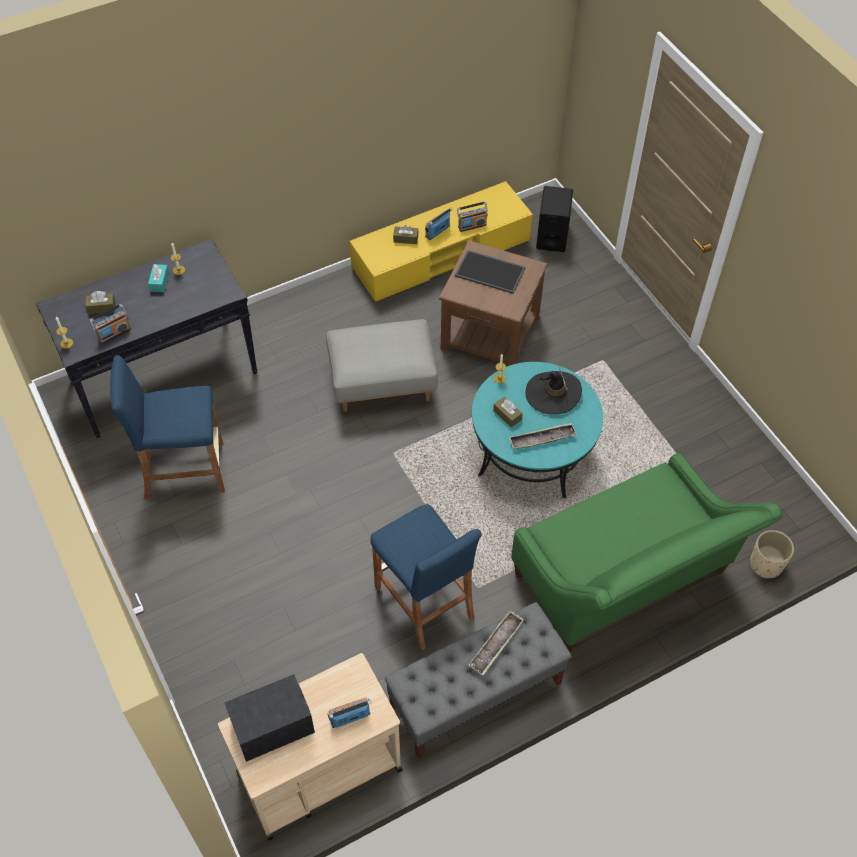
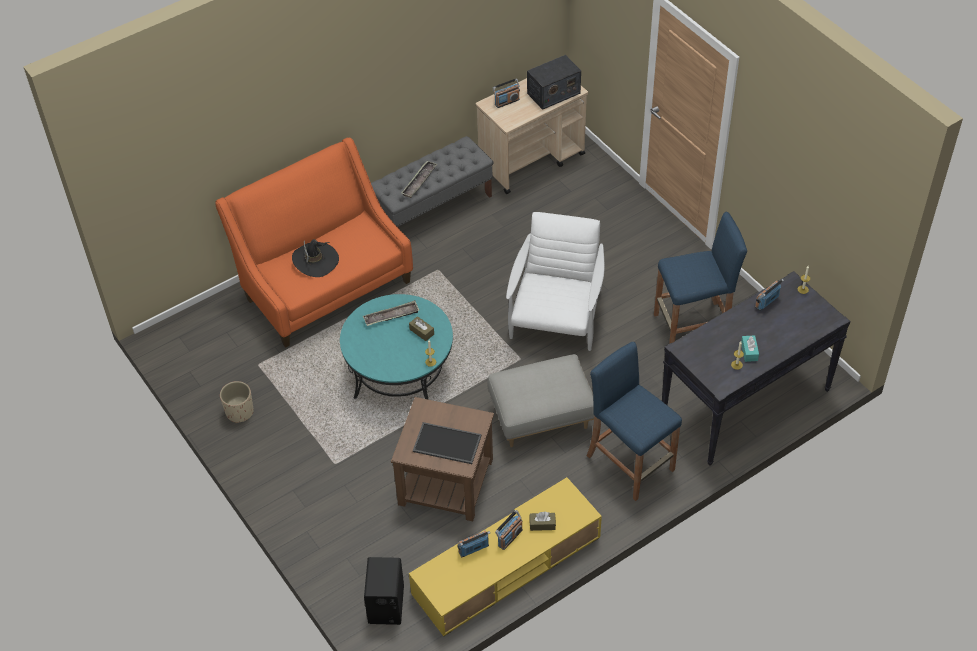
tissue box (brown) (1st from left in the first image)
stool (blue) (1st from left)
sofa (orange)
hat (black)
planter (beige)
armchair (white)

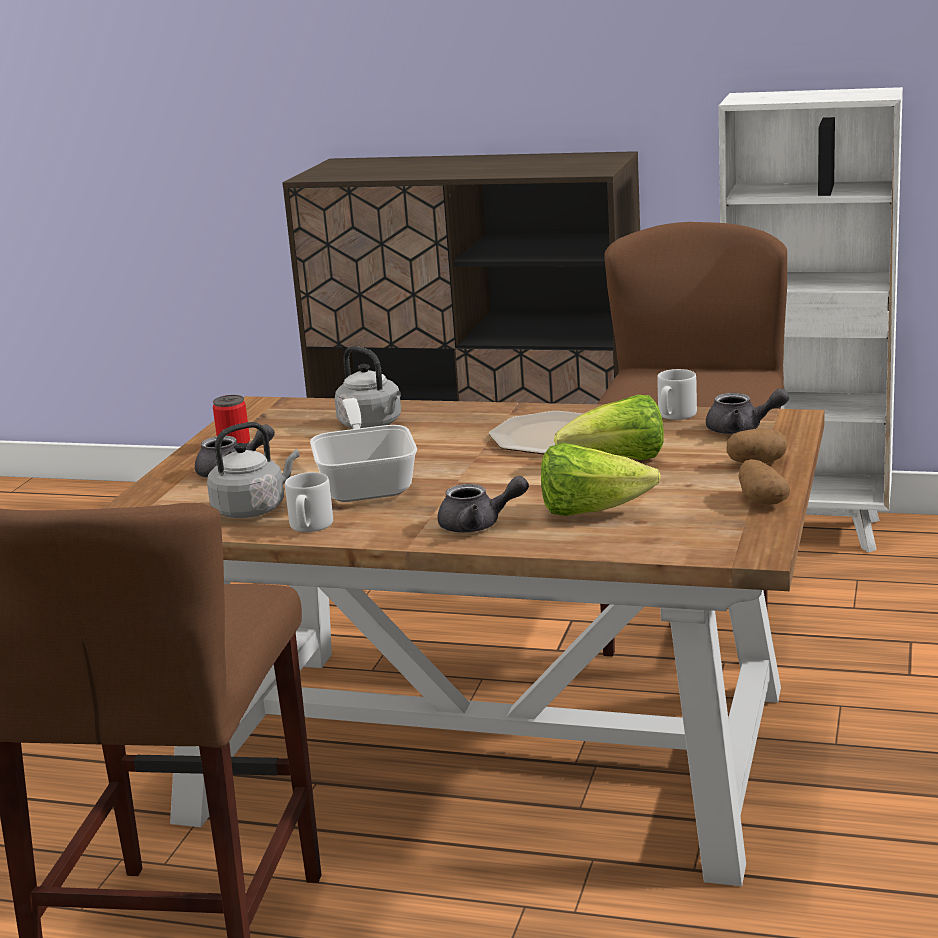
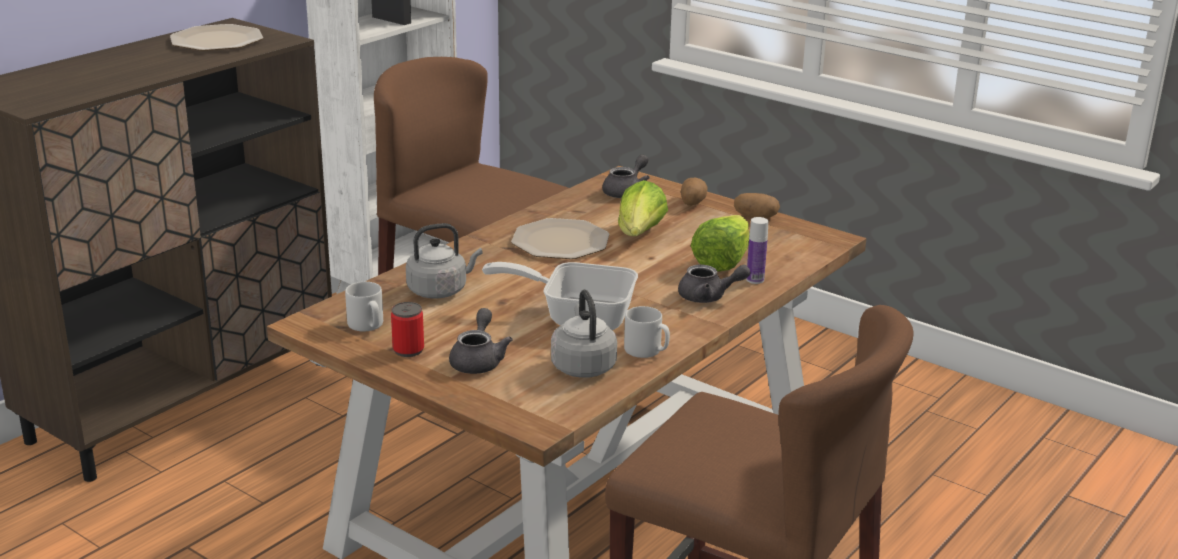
teapot (grey) (3rd from left)
mug (grey) (1st from left)
plate (1st from left)
bottle

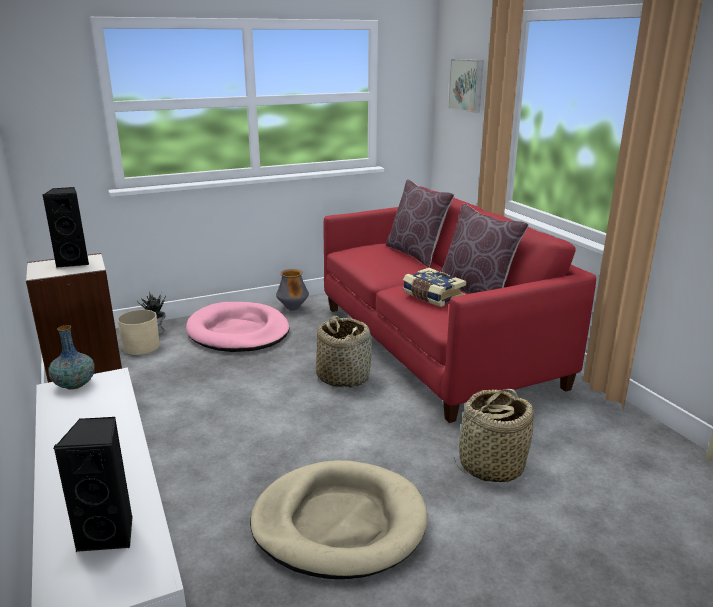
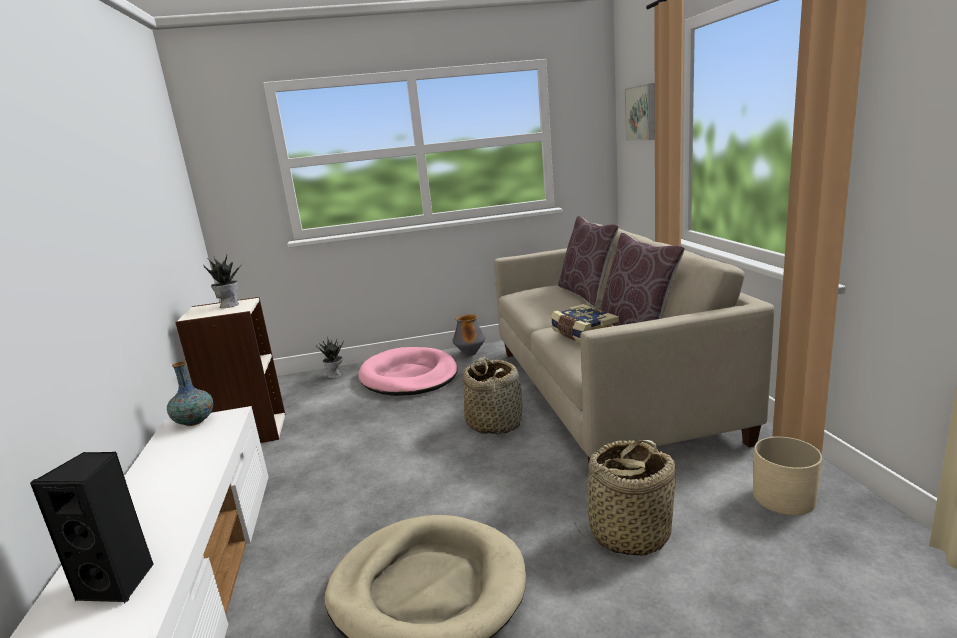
potted plant (1st from left)
planter (beige)
sofa (beige)

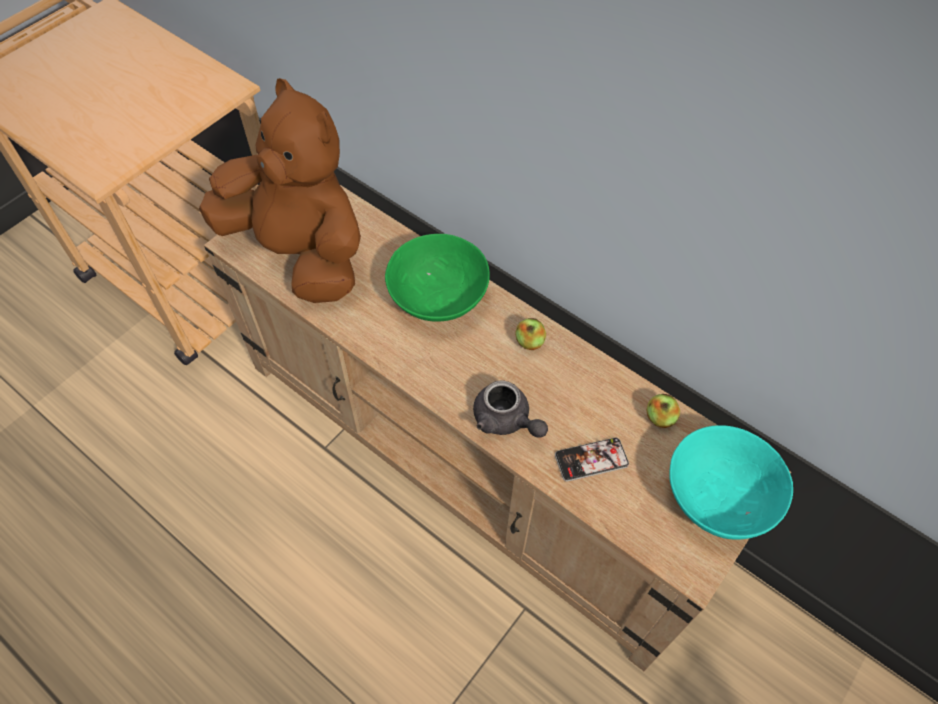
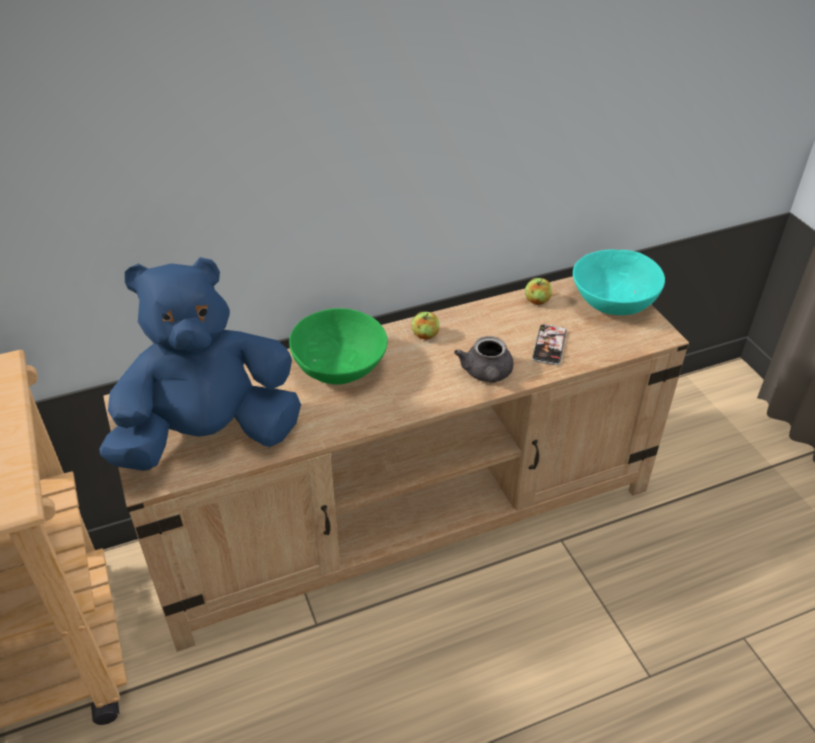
plush toy (blue)
teapot (grey)

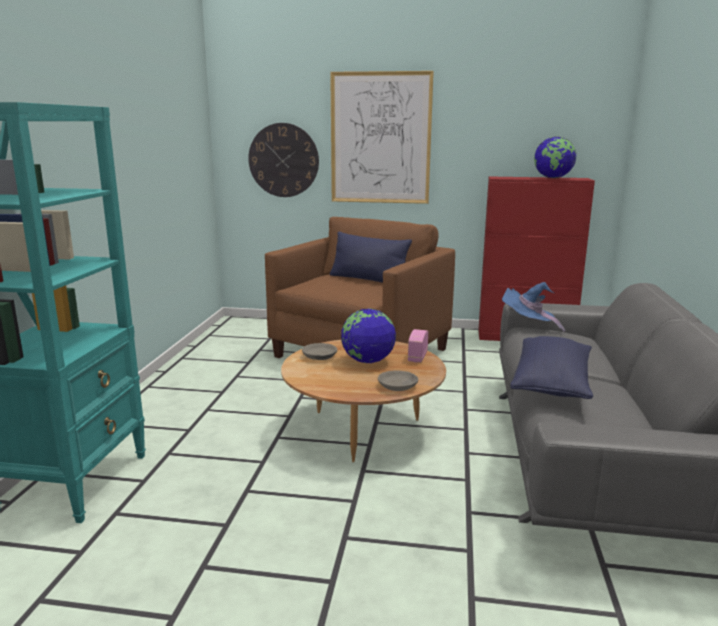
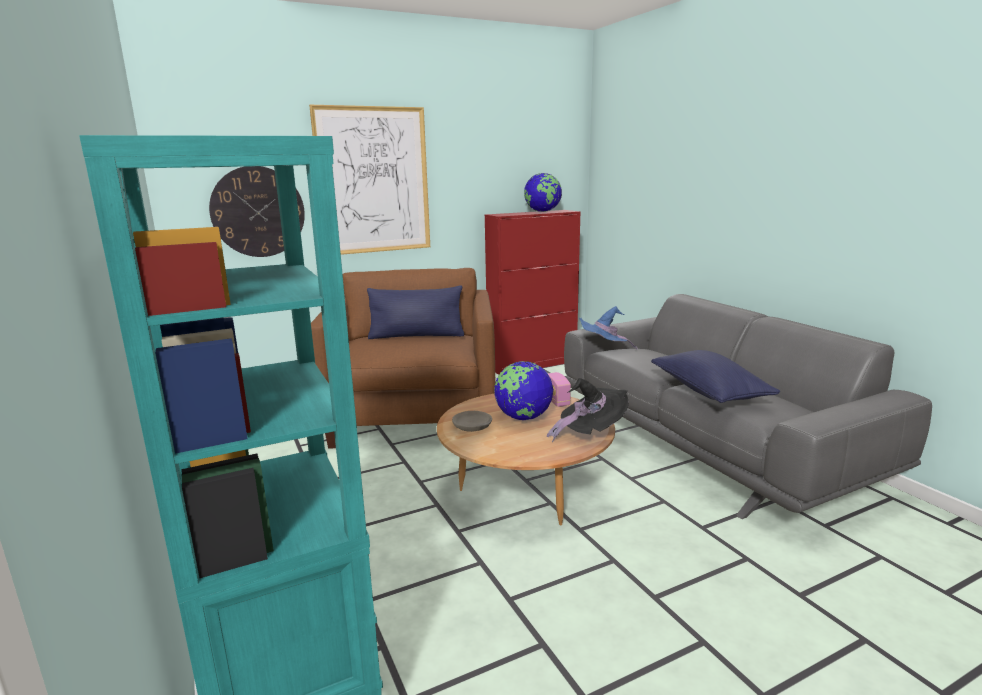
hat (black)

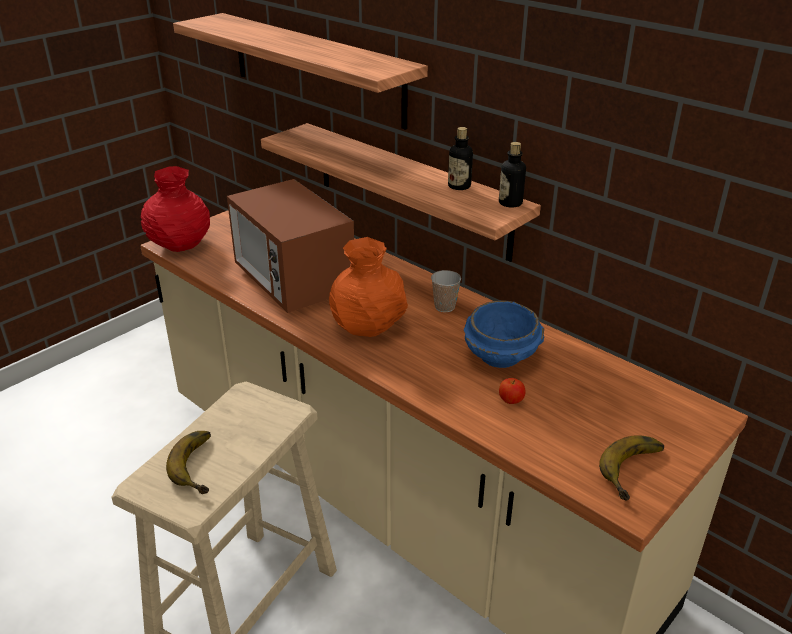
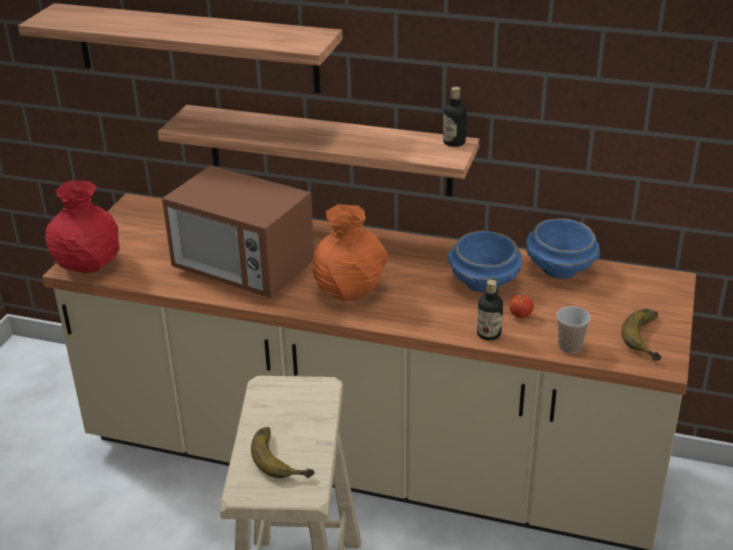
cup
bottle (2nd from left)
bowl (blue) (2nd from left)

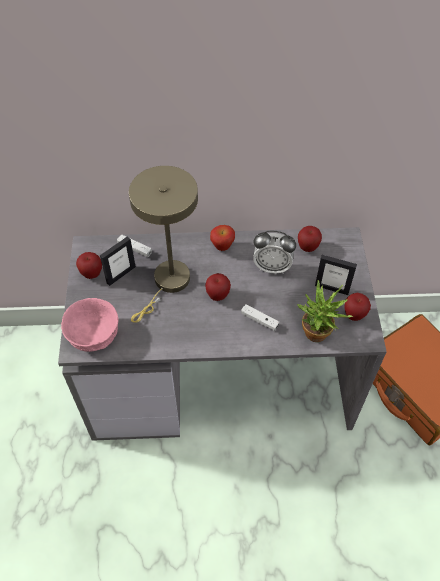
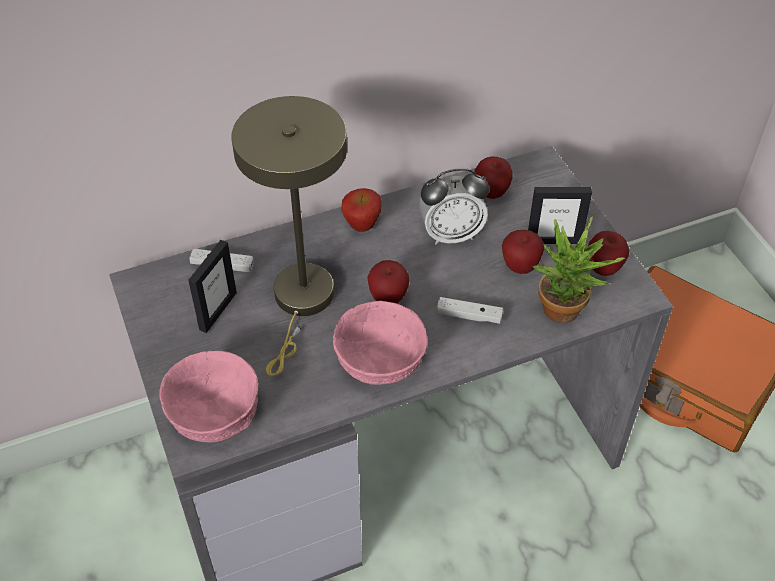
apple (4th from left)
bowl (pink) (2nd from left)

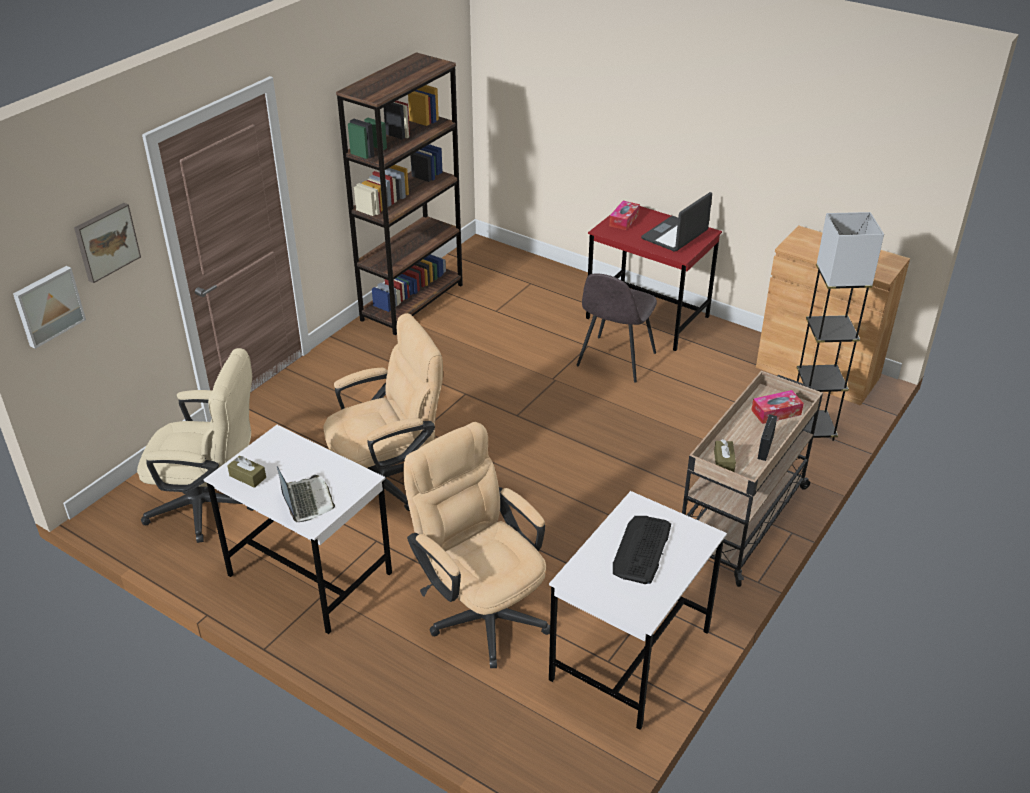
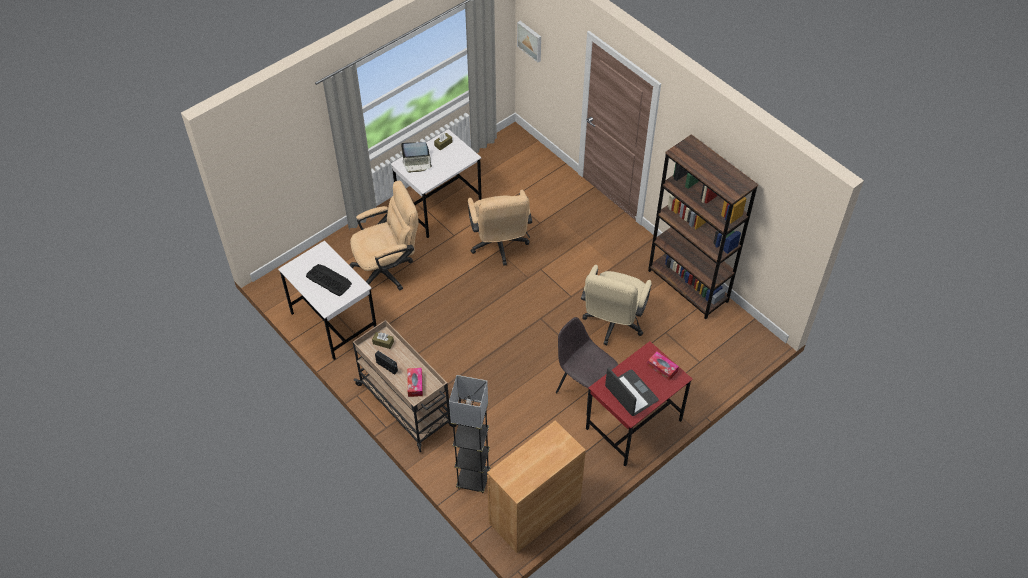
picture (2nd from left in the first image)
office chair (beige) (3rd from left)

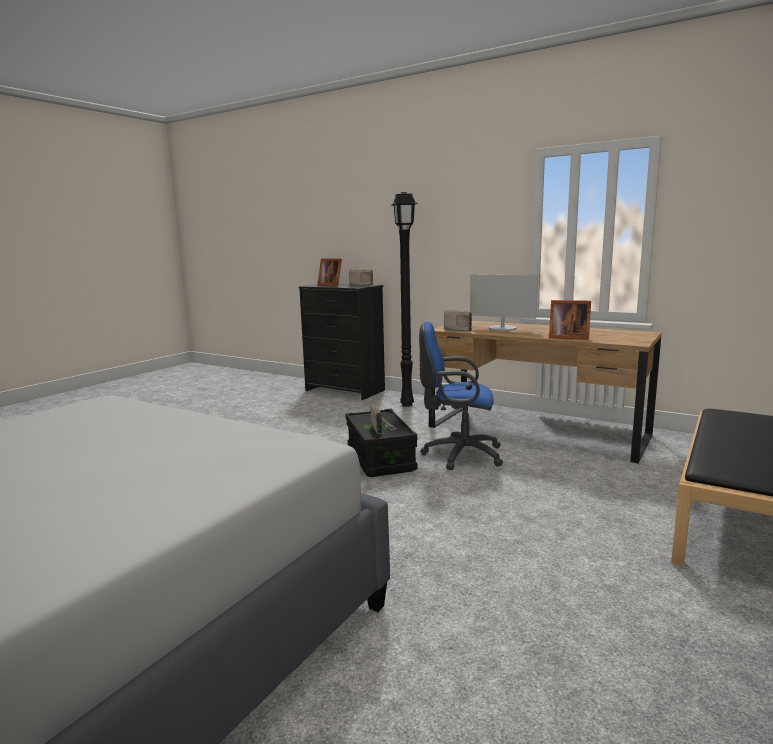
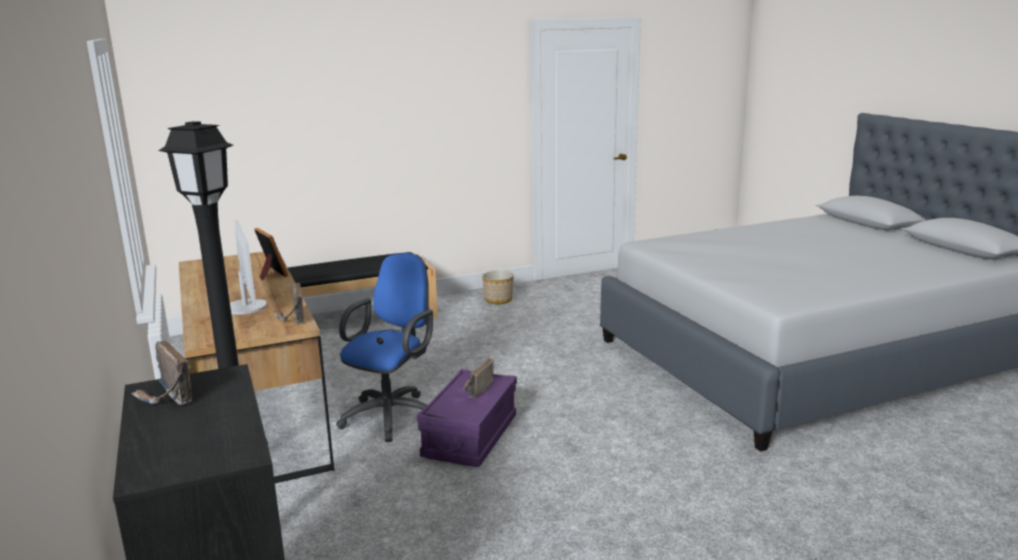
picture frame (1st from left in the first image)
storage box (purple)
office chair (blue)
planter

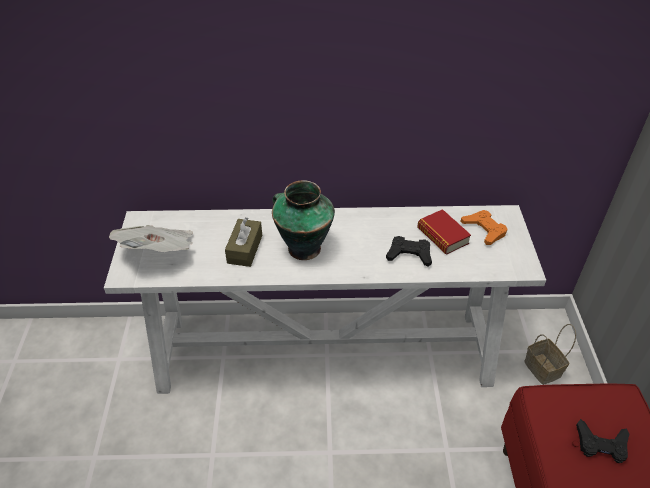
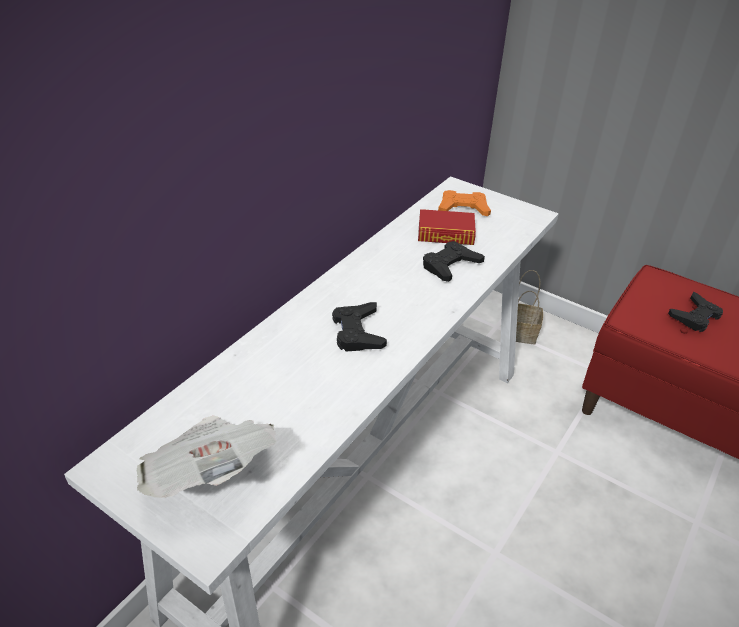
tissue box (brown)
game controller (black) (1st from left)

